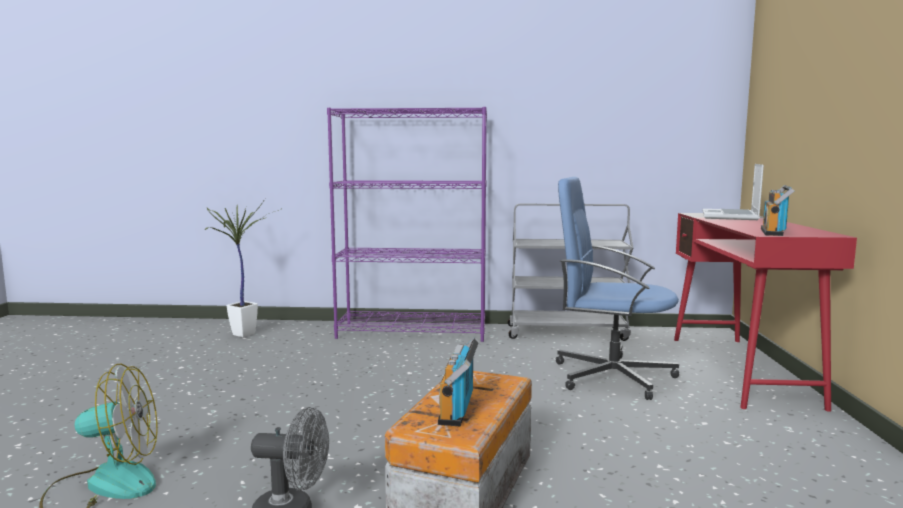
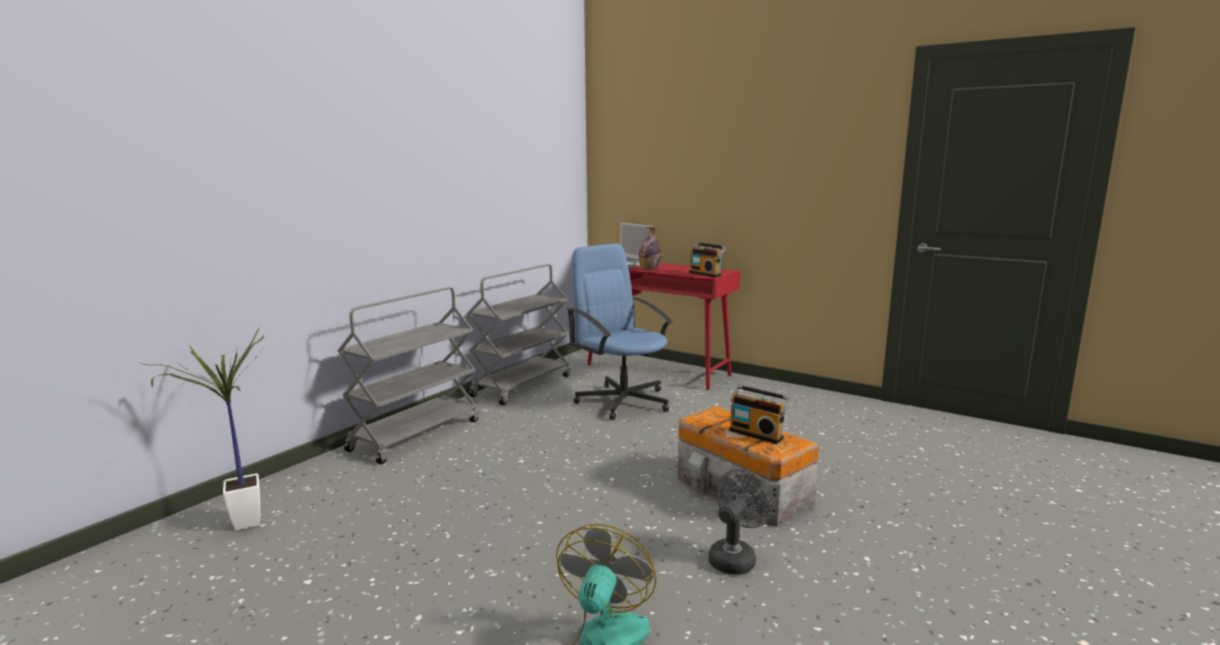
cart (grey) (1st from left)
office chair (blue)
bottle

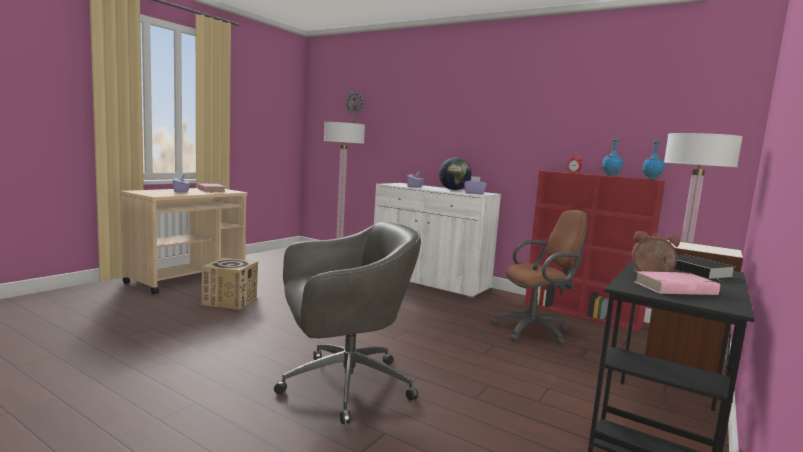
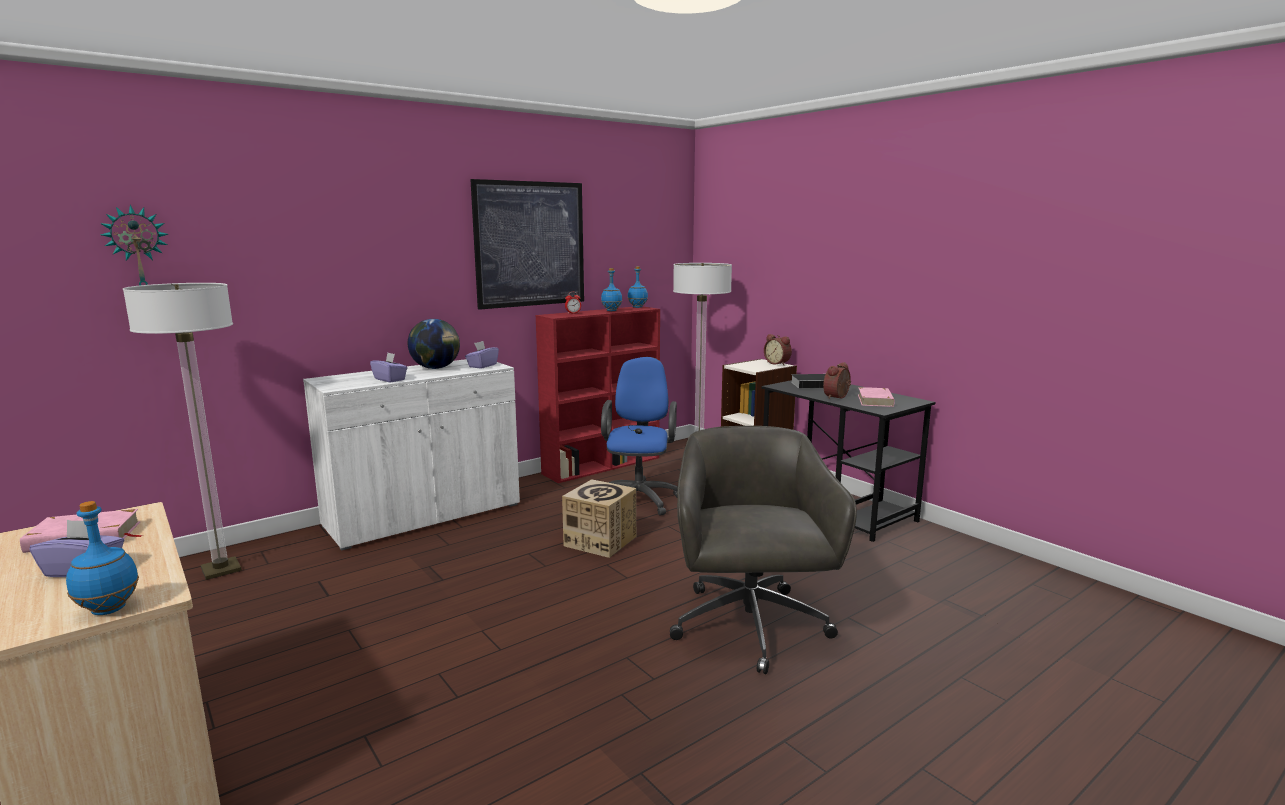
cardboard box
office chair (blue)
bottle (blue) (1st from left)
picture
alarm clock (2nd from left)

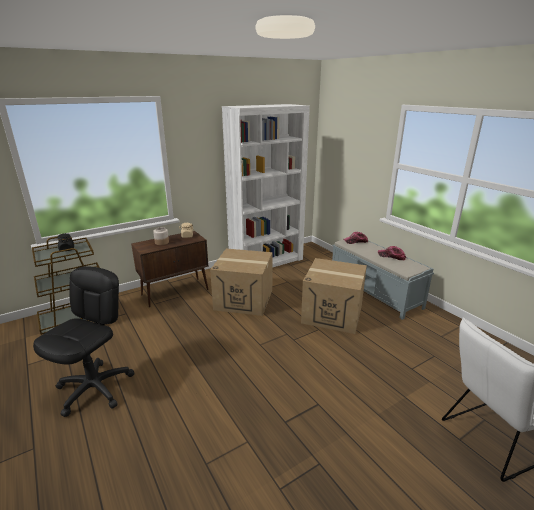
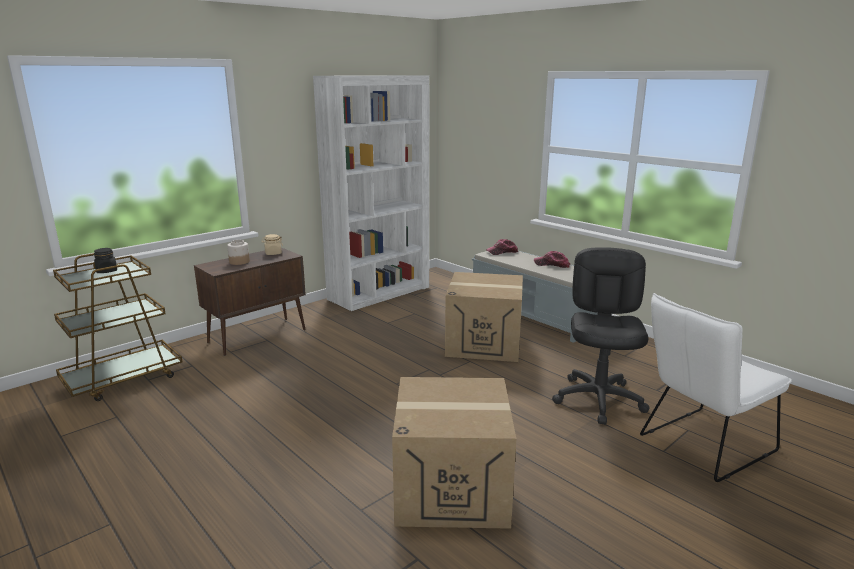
office chair (black)
cardboard box (1st from left)

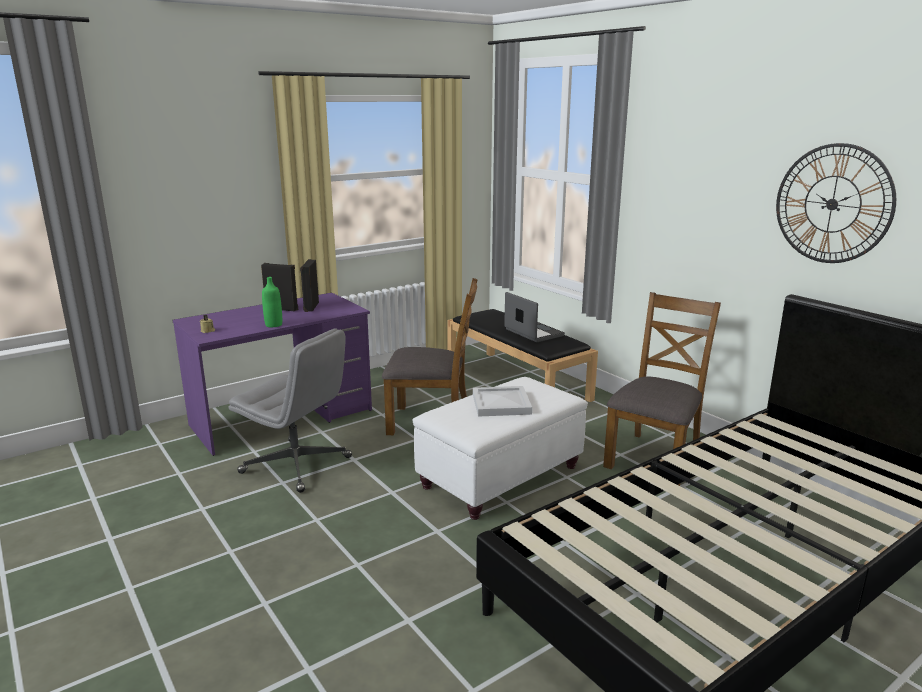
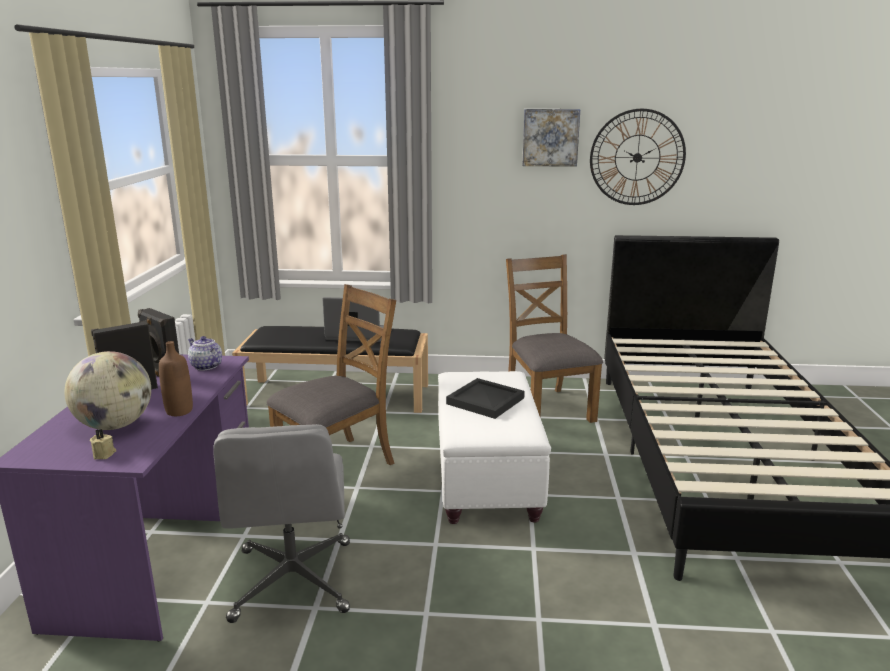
office chair (grey)
bottle (brown)
tray (black)
globe
teapot
picture

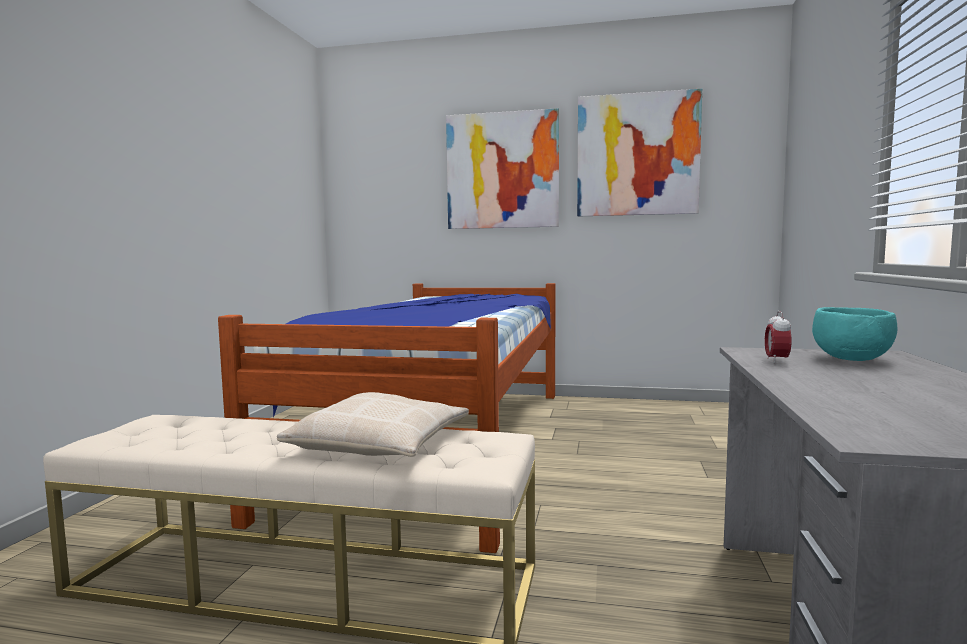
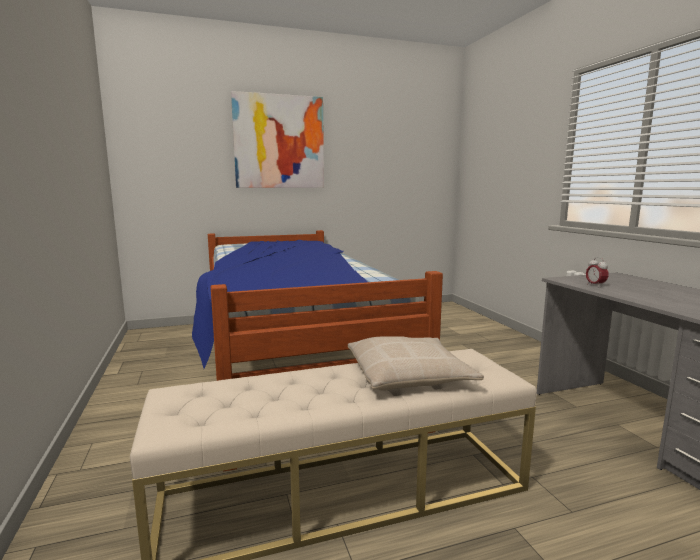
picture (2nd from left in the first image)
bowl (turquoise)

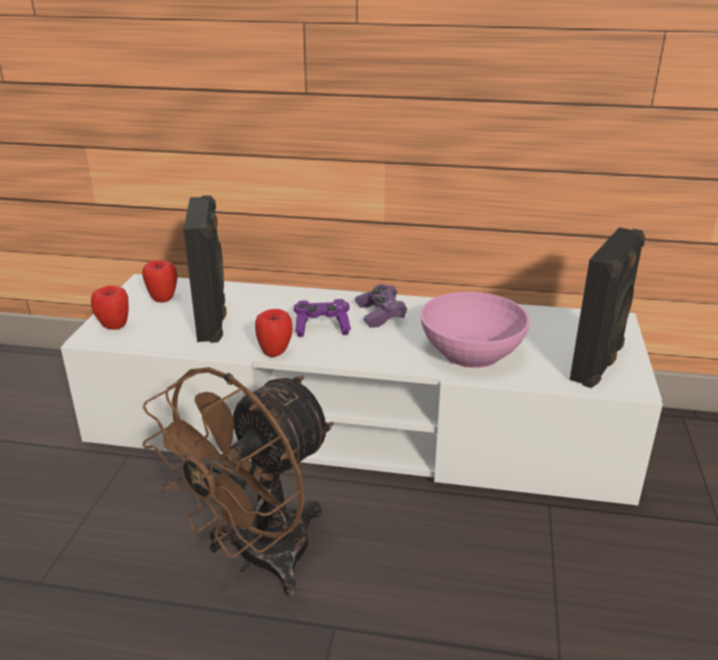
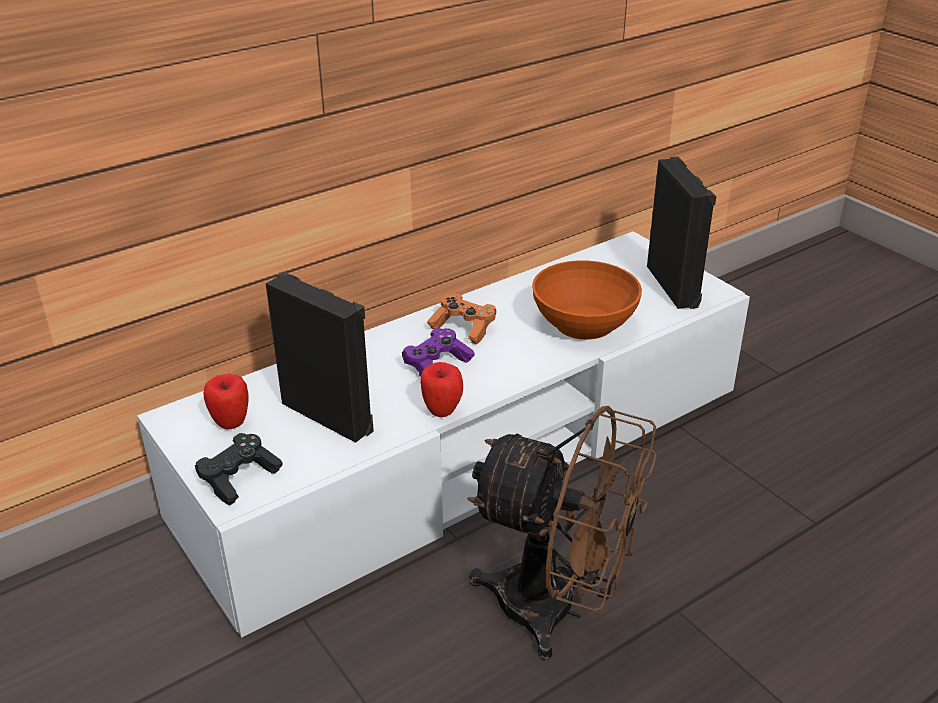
game controller (black)
fan (brown)
game controller (orange)
bowl (orange)

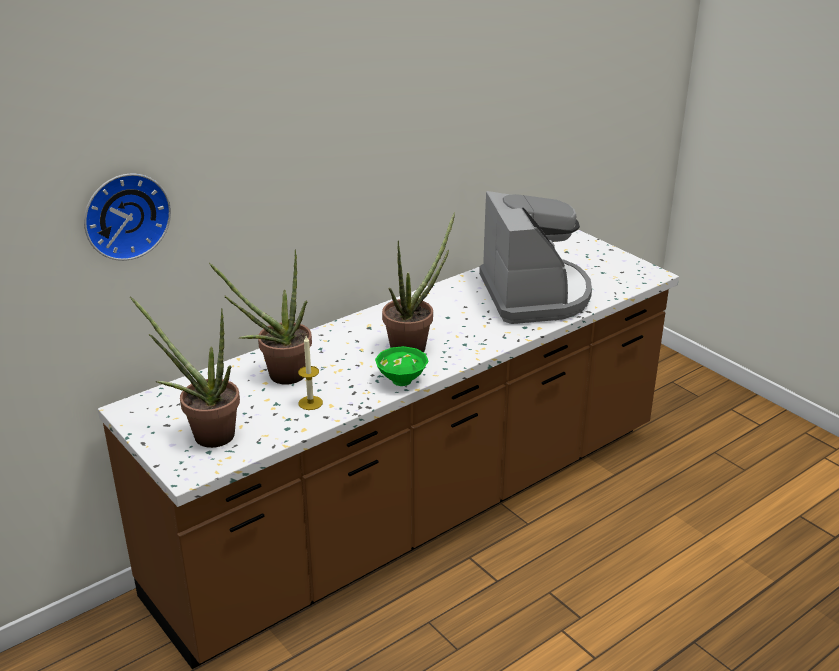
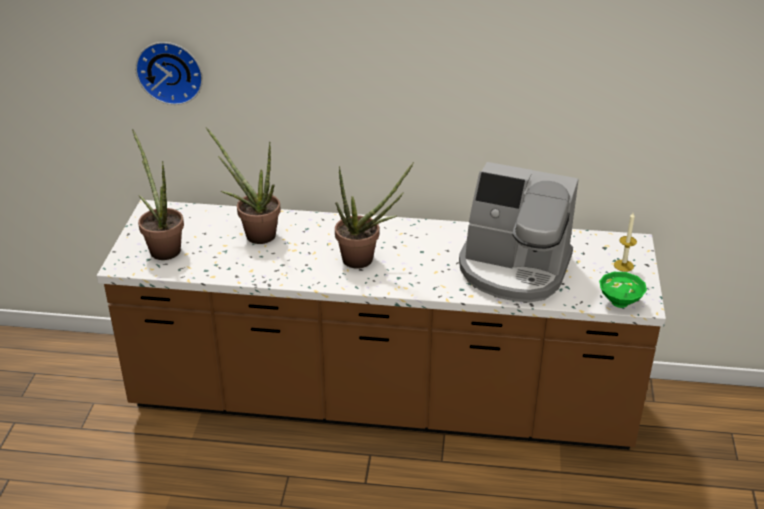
candle
bowl (green)
coffee machine

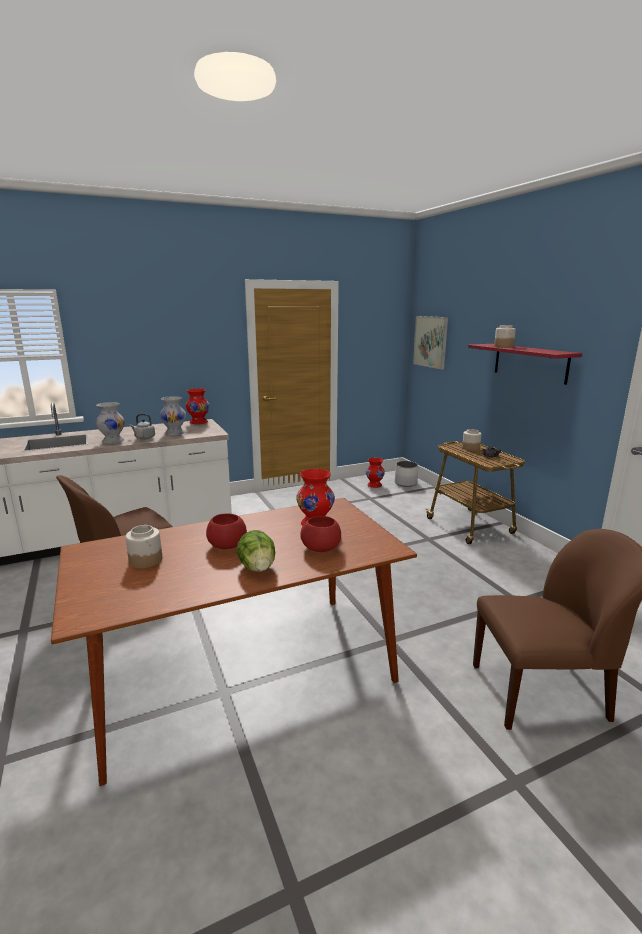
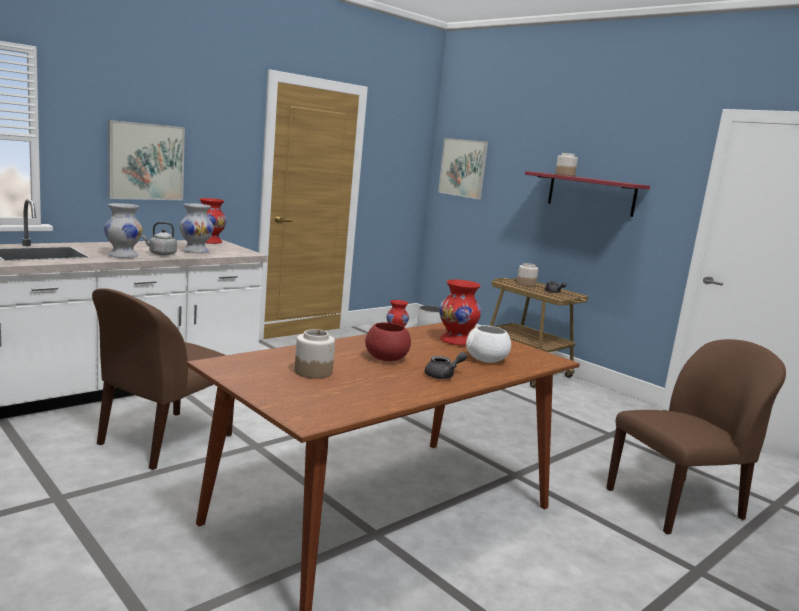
teapot (grey) (1st from left)
bowl (white)
picture (1st from left)

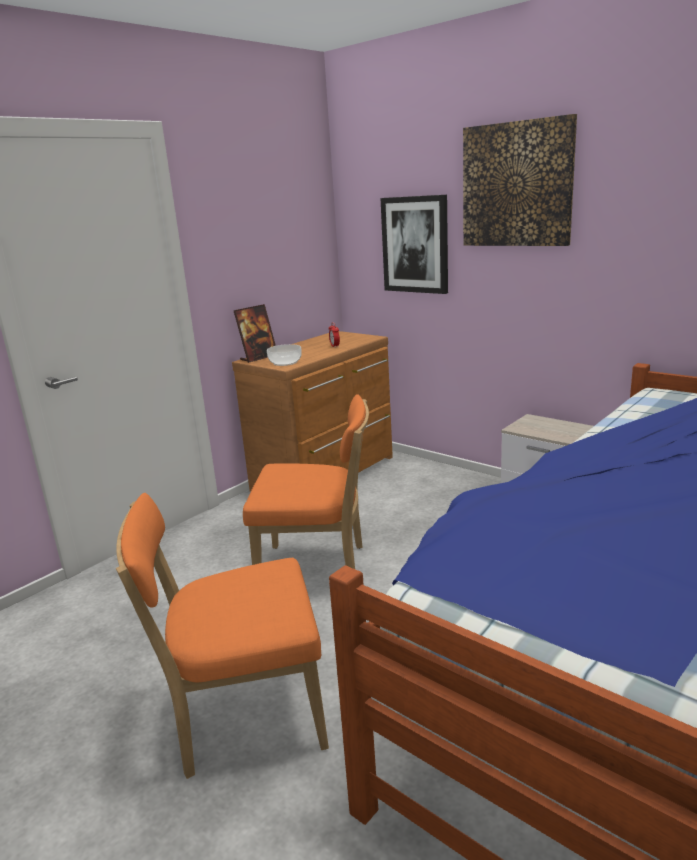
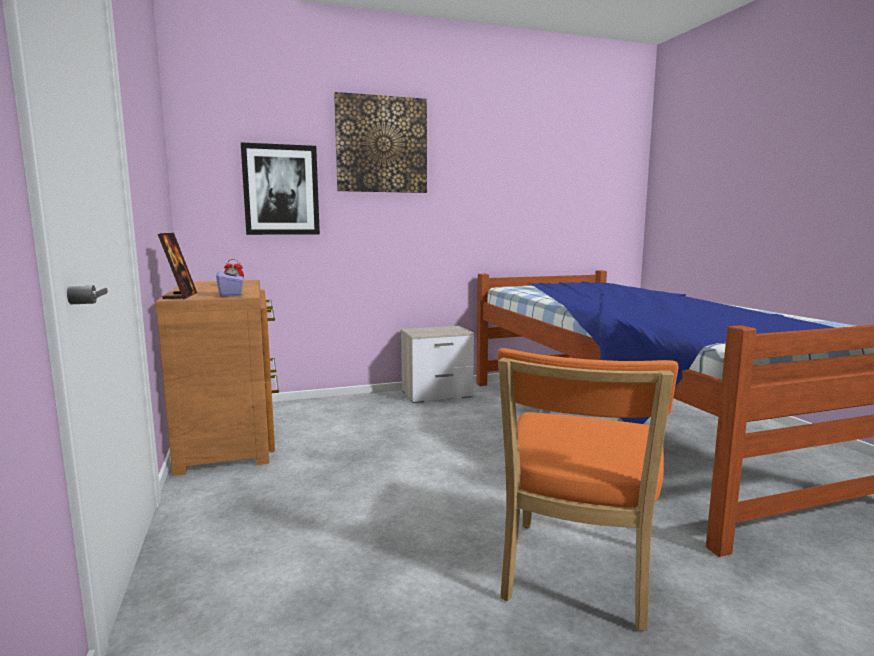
chair (orange) (2nd from left in the first image)
tissue box (purple)

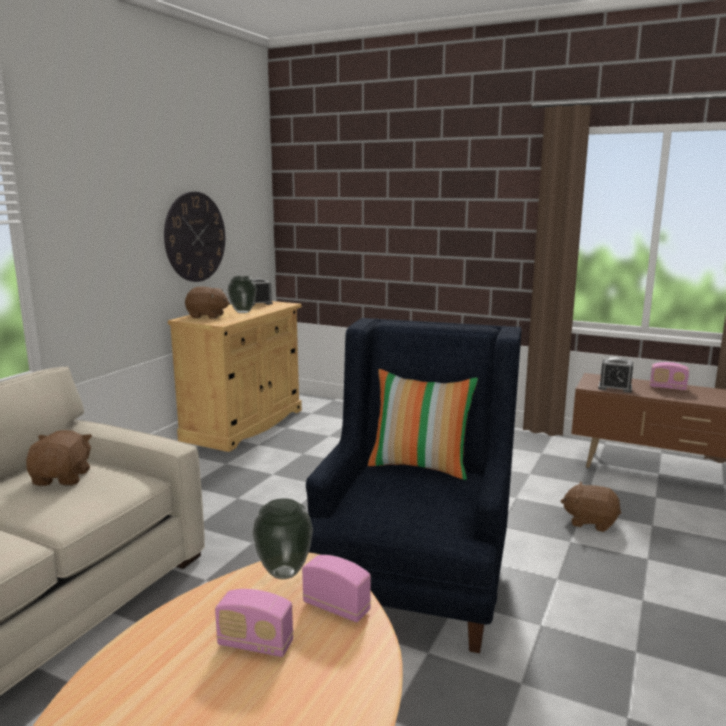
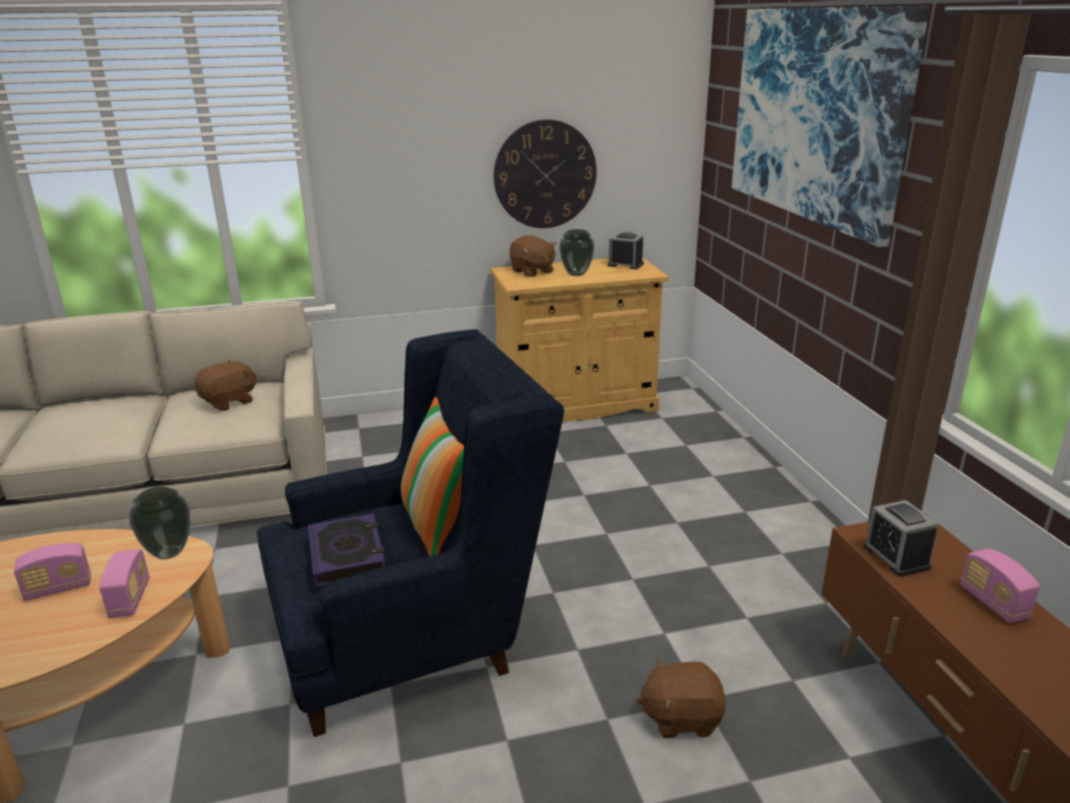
radio (1st from left)
plush toy (brown) (3rd from left)
book
picture

